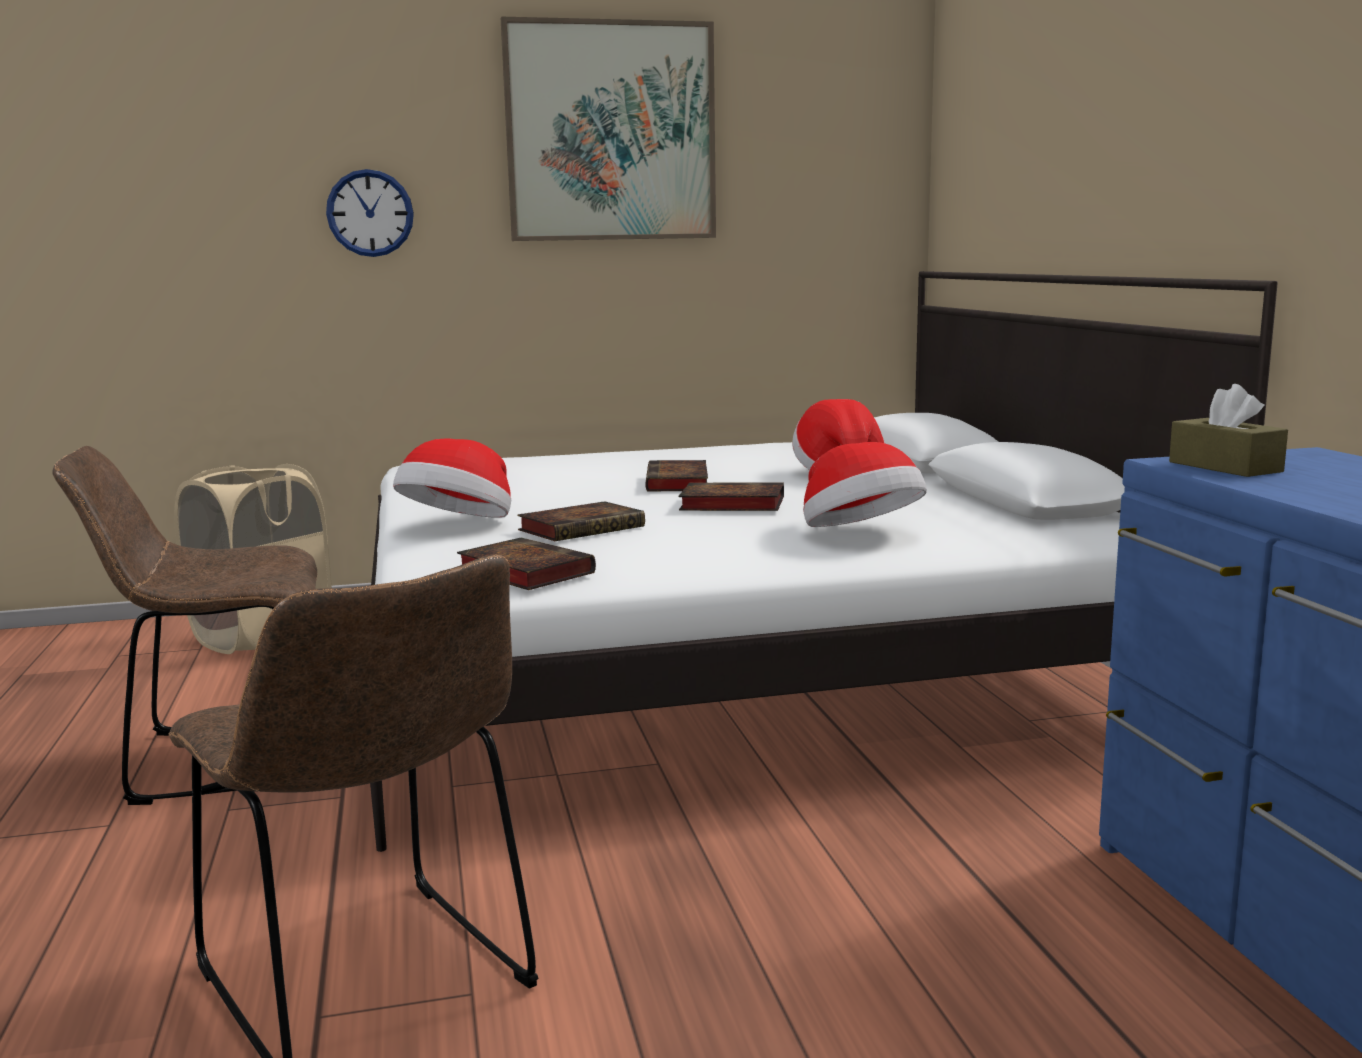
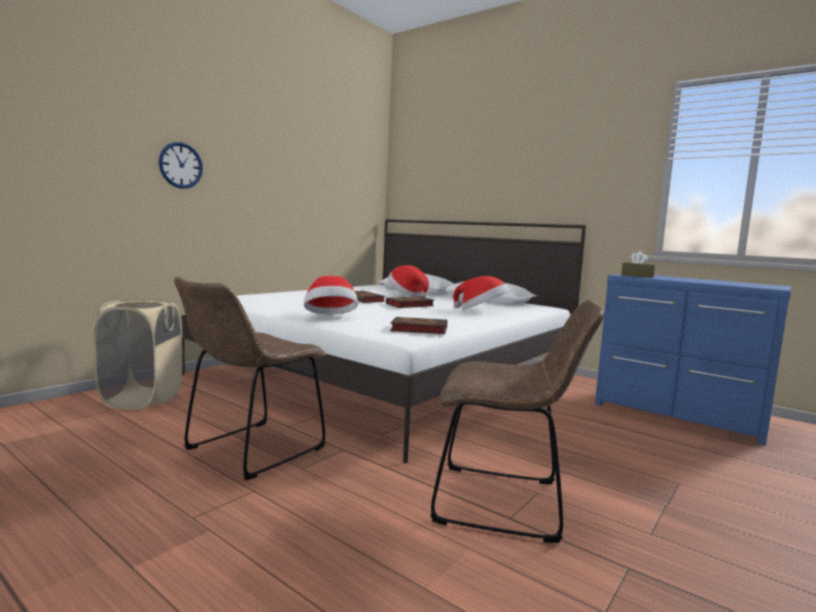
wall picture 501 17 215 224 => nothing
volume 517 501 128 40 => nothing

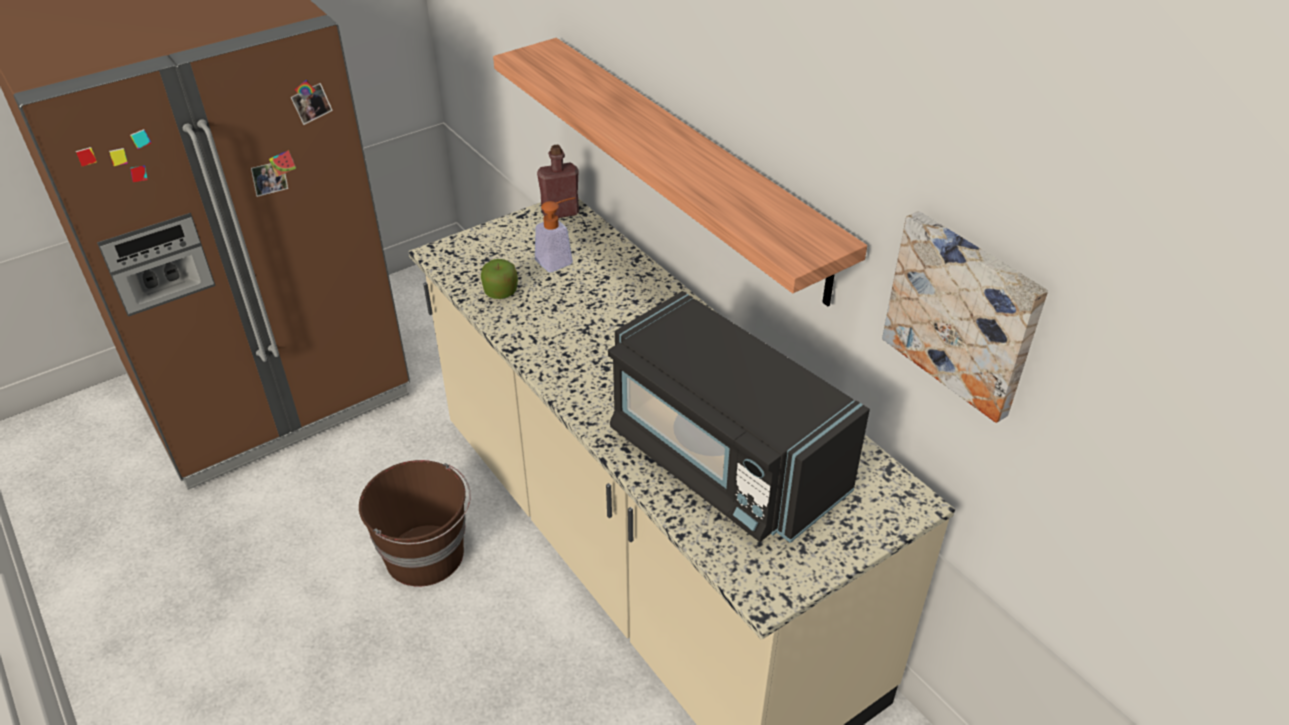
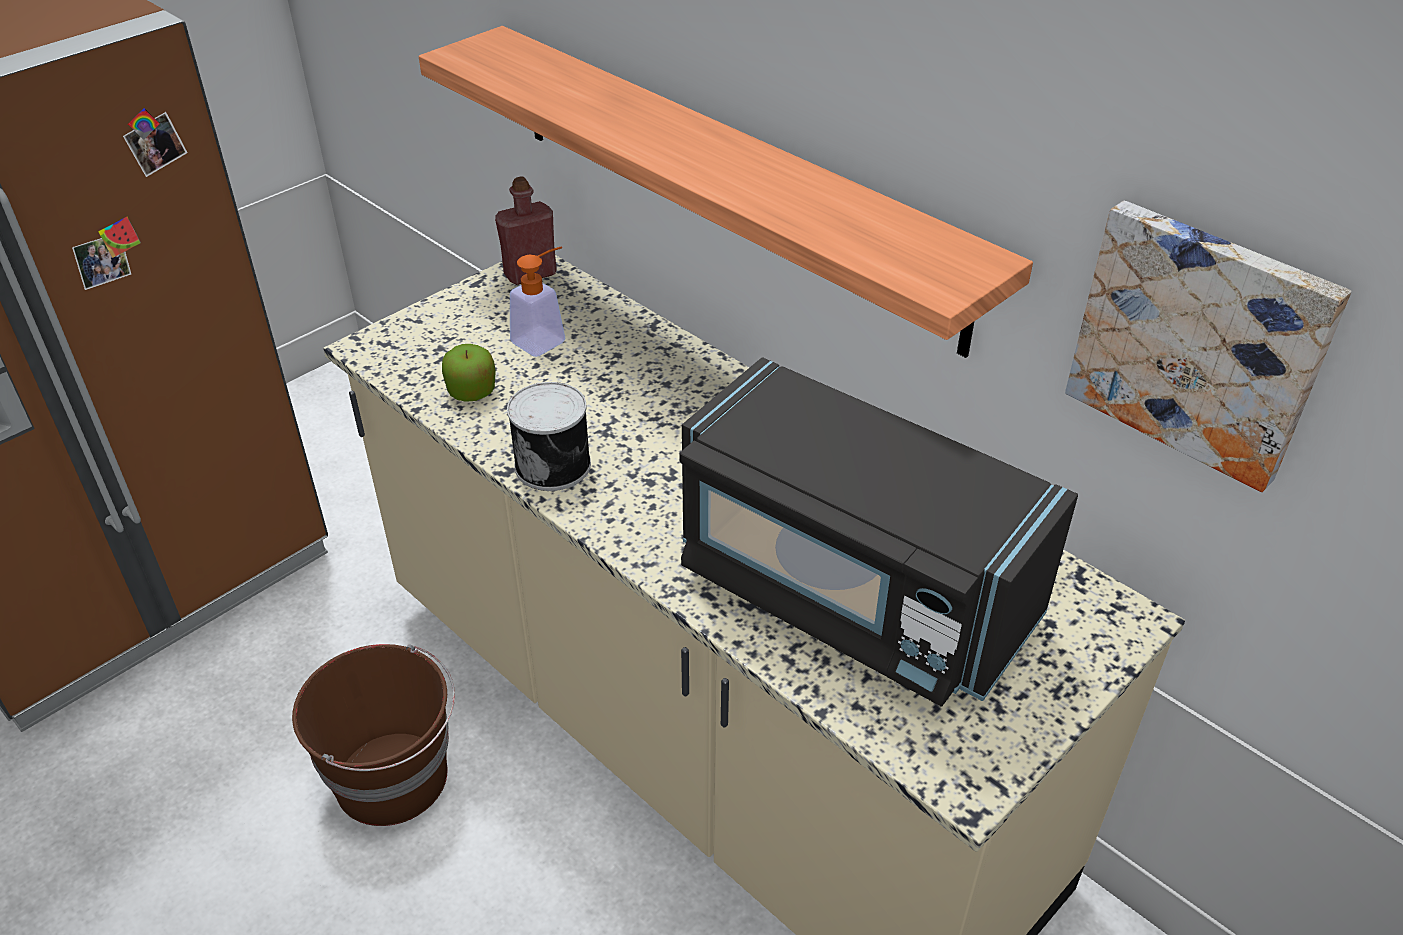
nothing => metal can 507 382 84 109

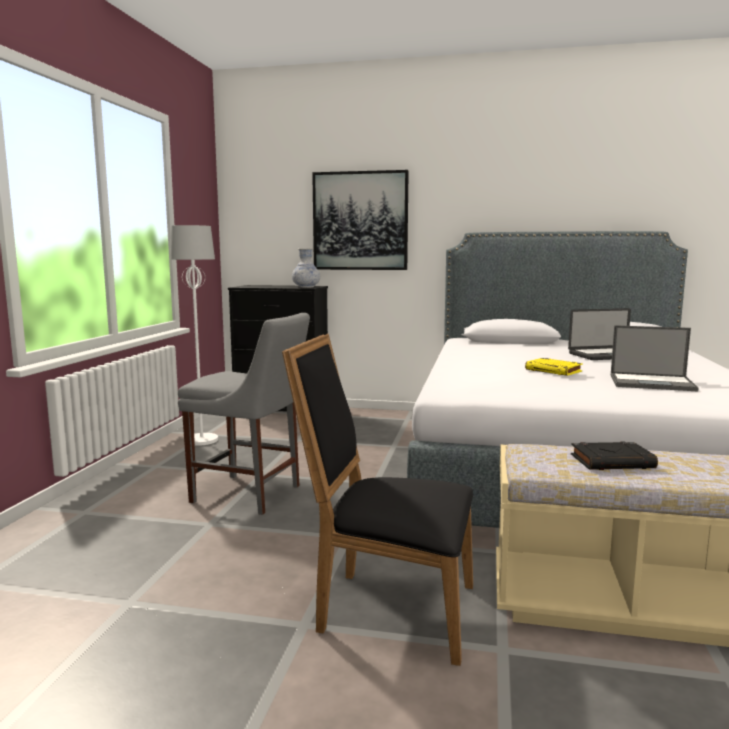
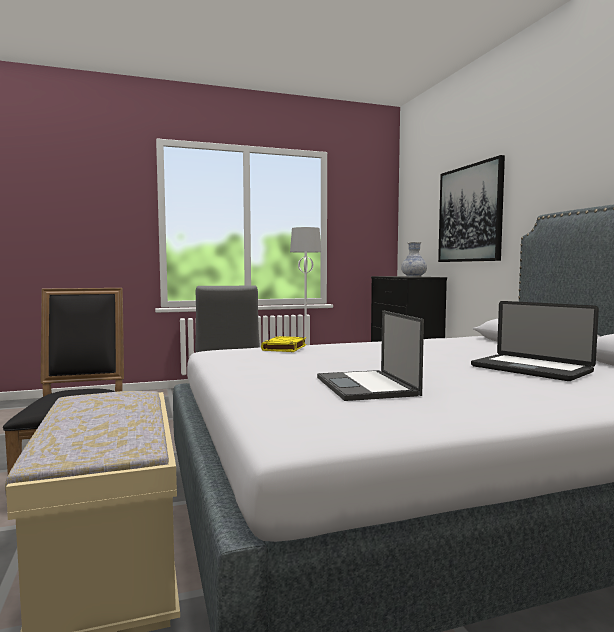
volume in yellow-coloured 525 358 58 18 => volume in yellow-coloured 261 336 45 16, shifted
volume in black 571 441 87 29 => nothing

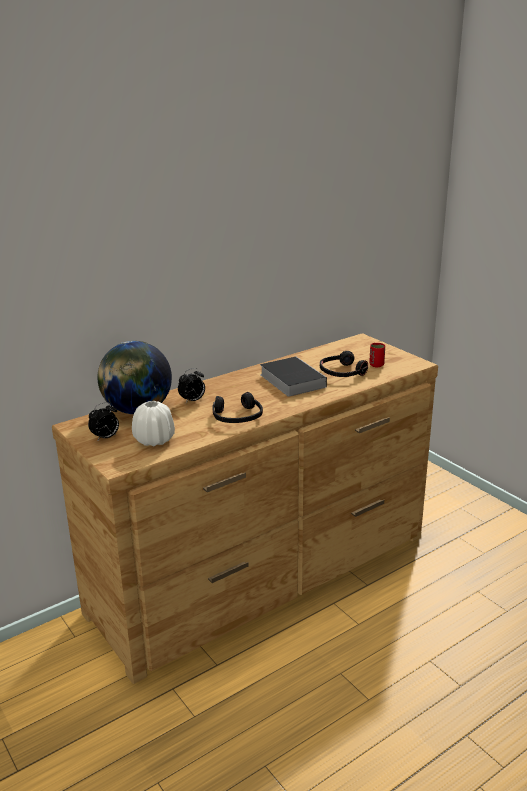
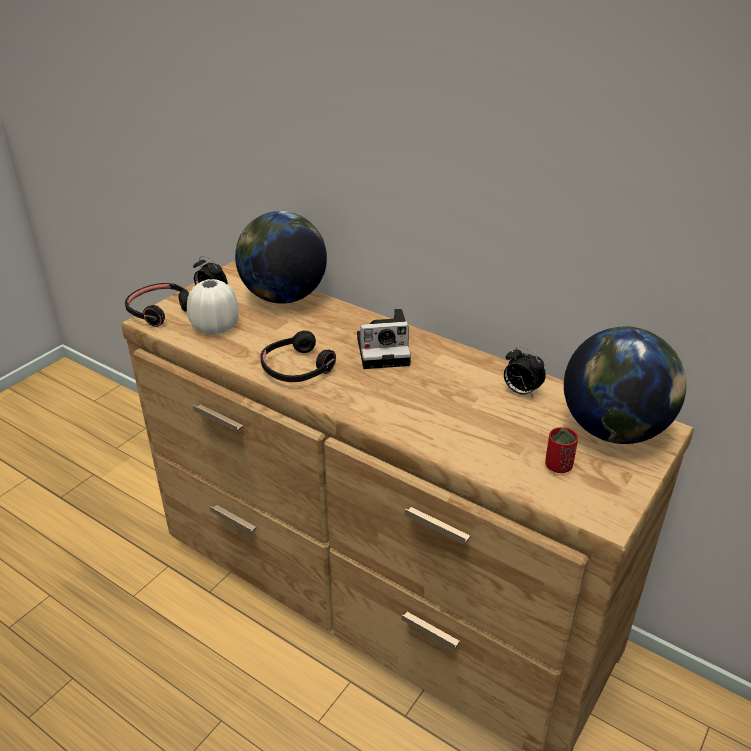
headset in black 320 351 48 26 => headset in black 125 283 64 44, shifted
nothing => still camera 357 309 54 60
alarm clock 178 368 27 35 => alarm clock 504 346 42 52, shifted
nothing => desk globe 564 326 122 118
volume 260 357 67 40 => nothing

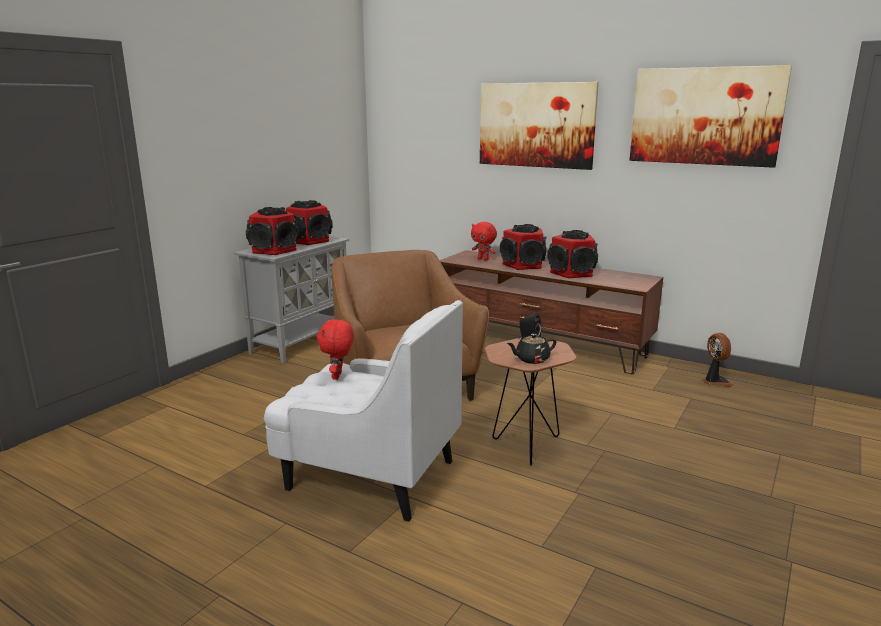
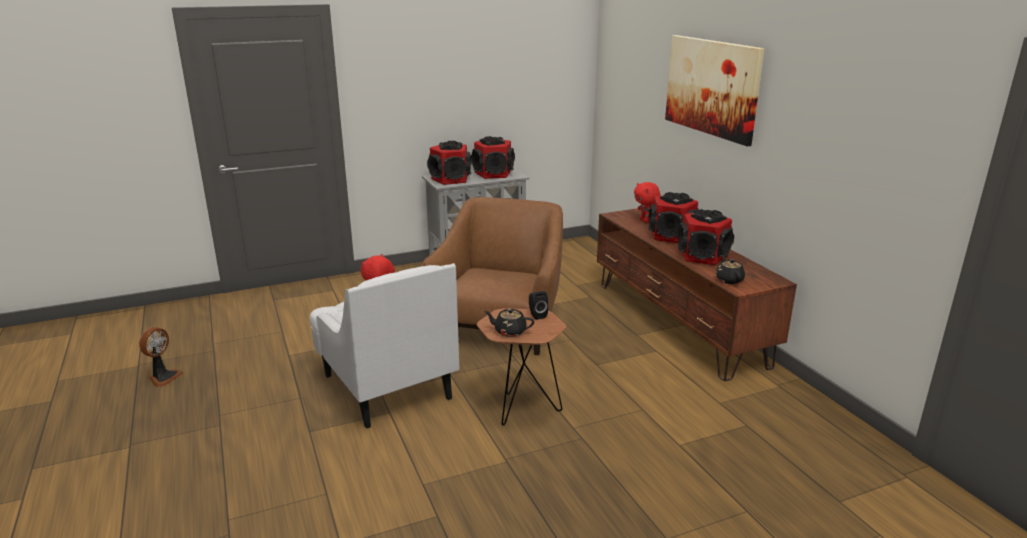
fan 701 333 33 54 => fan 139 327 44 60, shifted
nothing => tea pot in black 716 255 29 29
wall picture 629 65 163 103 => nothing

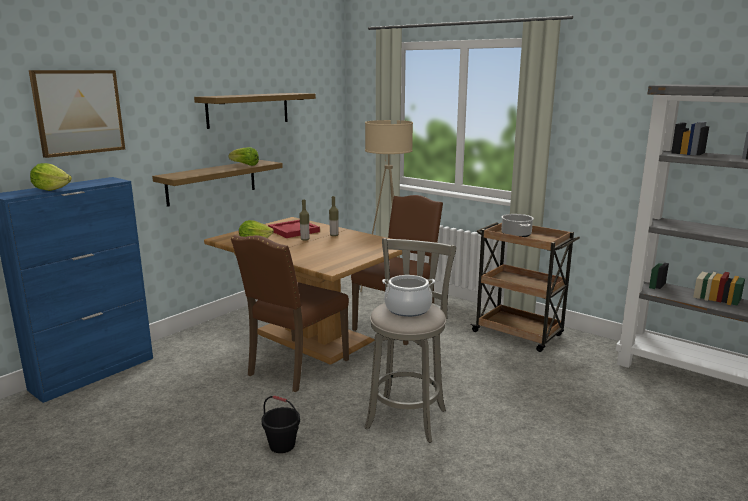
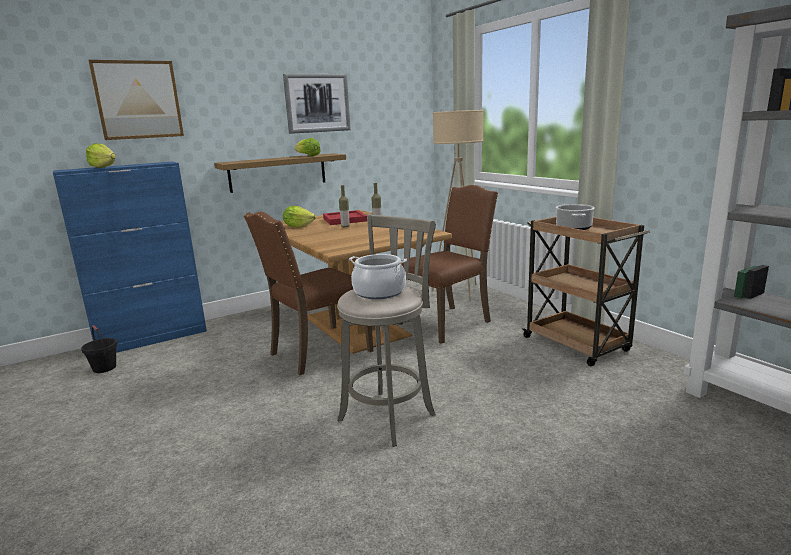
pail in black 262 395 38 58 => pail in black 81 325 36 48, shifted
wall shelf 194 93 122 36 => wall picture 283 74 68 60

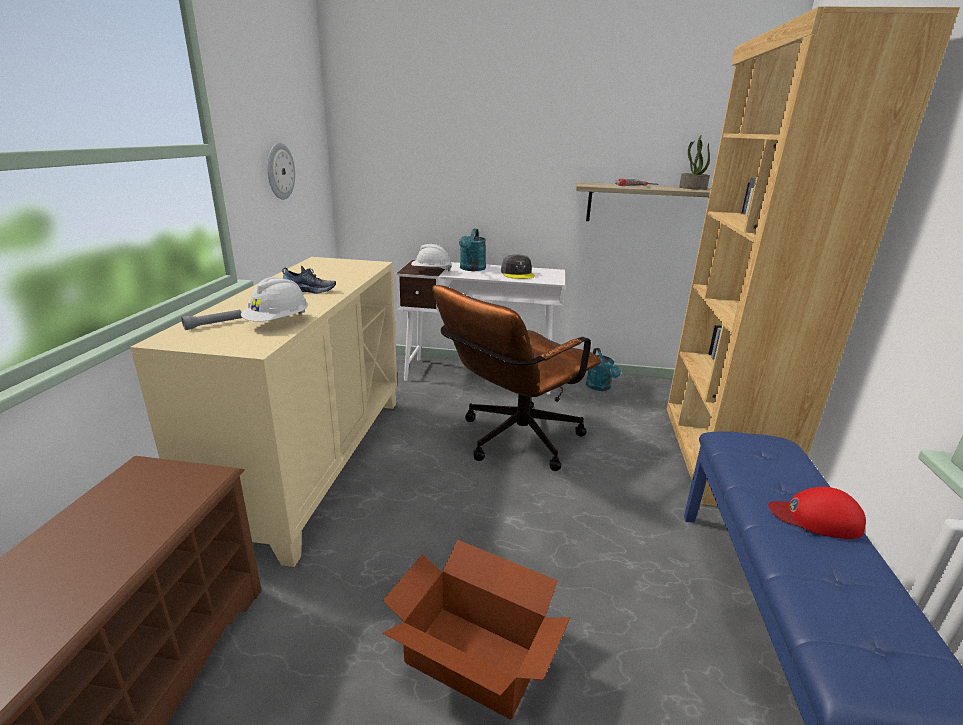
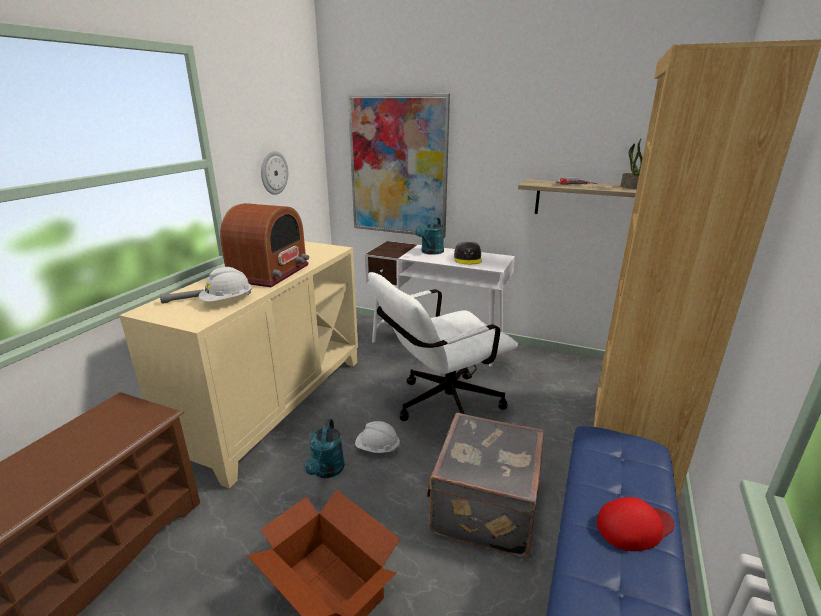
low shoe 282 265 54 29 => radio receiver 220 203 89 84
sprinkling can in blue-green 586 348 35 43 => sprinkling can in blue-green 304 419 41 59, shifted
nothing => wall picture 348 94 102 144
work helmet in white-coloured 411 244 41 27 => work helmet in white-coloured 355 421 46 32, shifted
office chair in brownish 432 285 169 186 => office chair in white-coloured 368 272 150 149
nothing => suitcase in gray 427 413 117 145
cap in reddish 768 487 98 52 => cap in reddish 597 497 77 54, 135 degrees clockwise

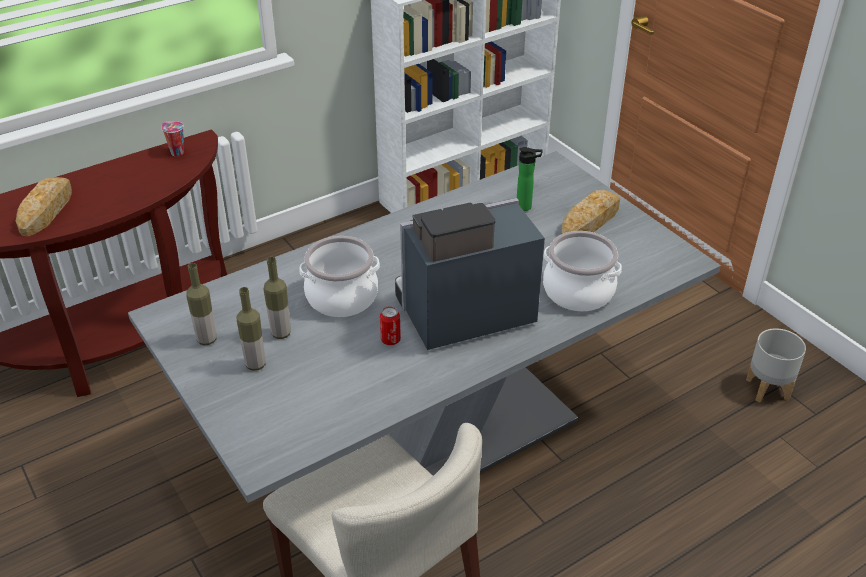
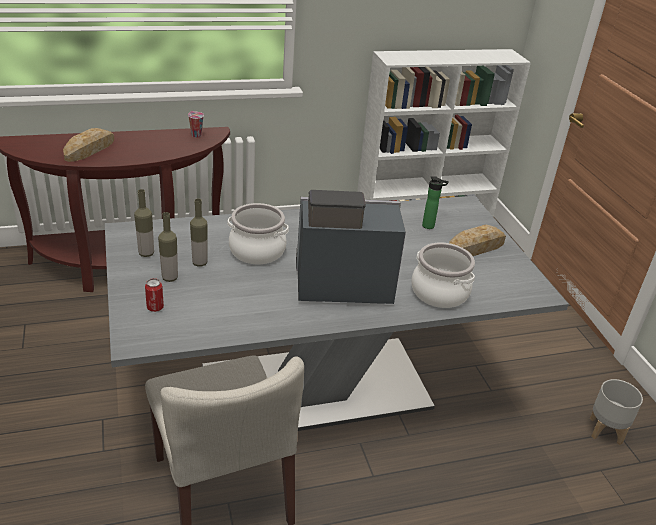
metal can 380 306 21 39 => metal can 145 278 19 34, shifted

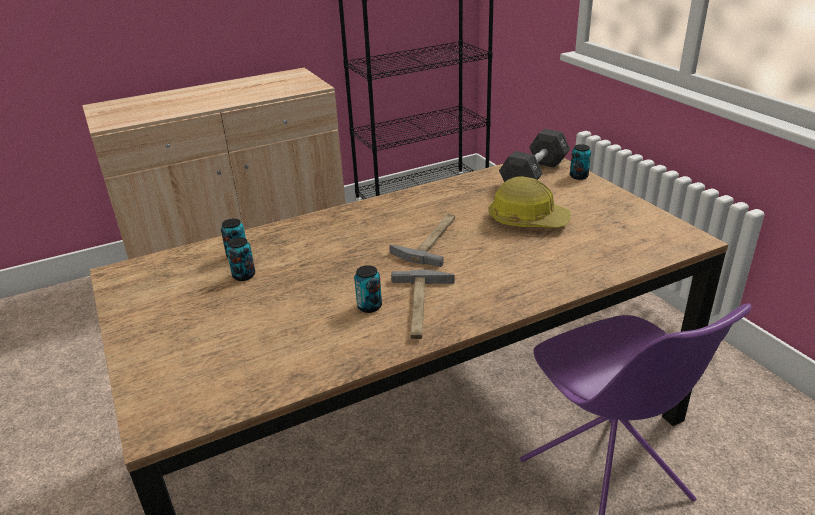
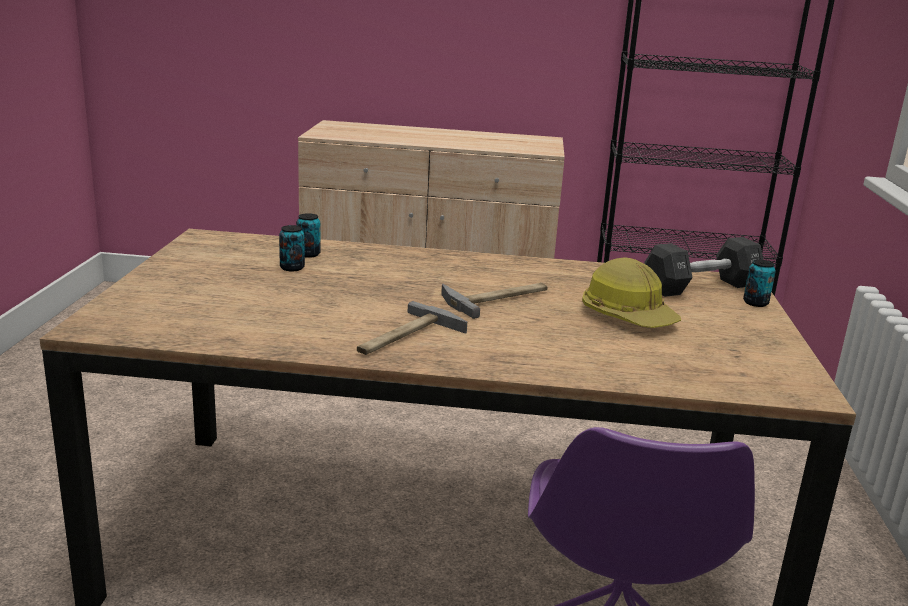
metal can 354 265 28 48 => nothing

